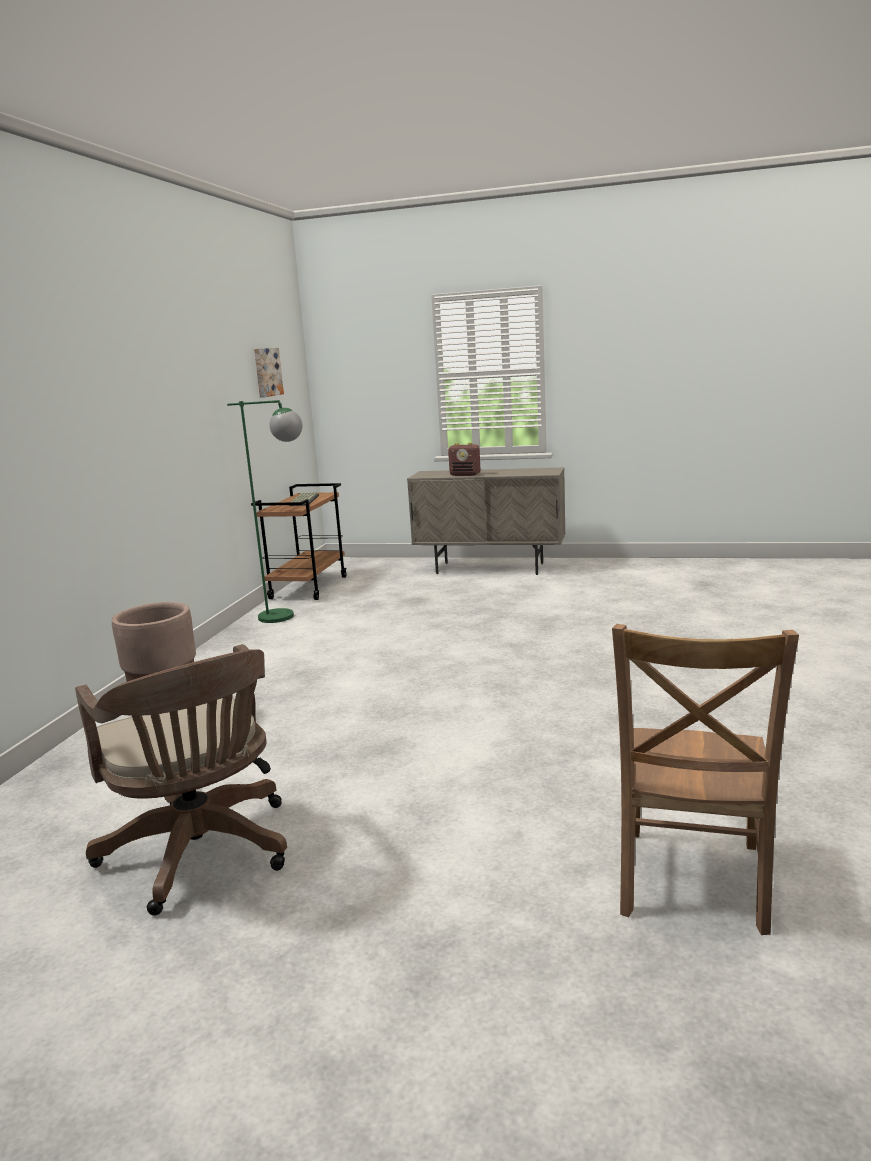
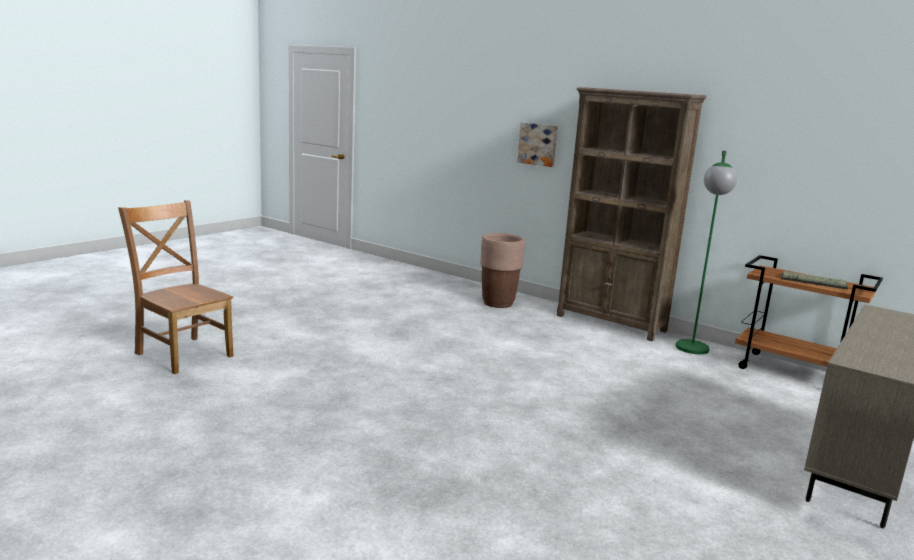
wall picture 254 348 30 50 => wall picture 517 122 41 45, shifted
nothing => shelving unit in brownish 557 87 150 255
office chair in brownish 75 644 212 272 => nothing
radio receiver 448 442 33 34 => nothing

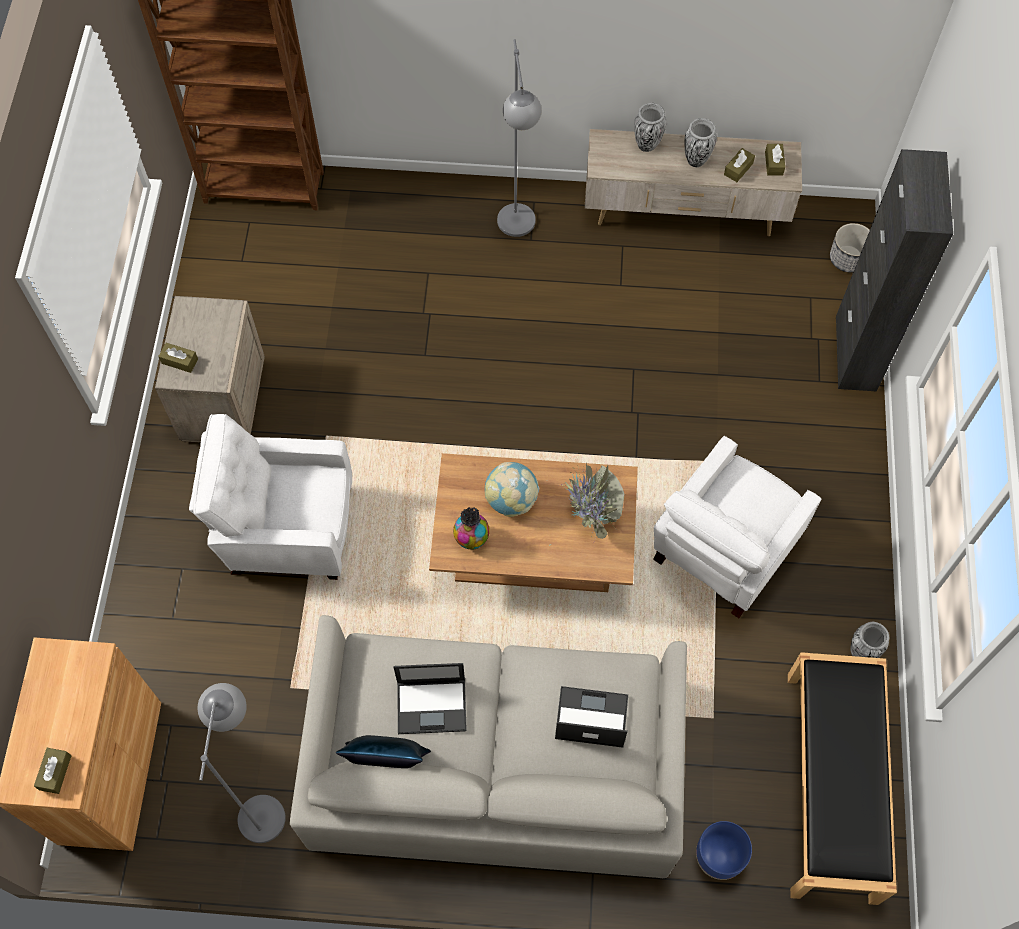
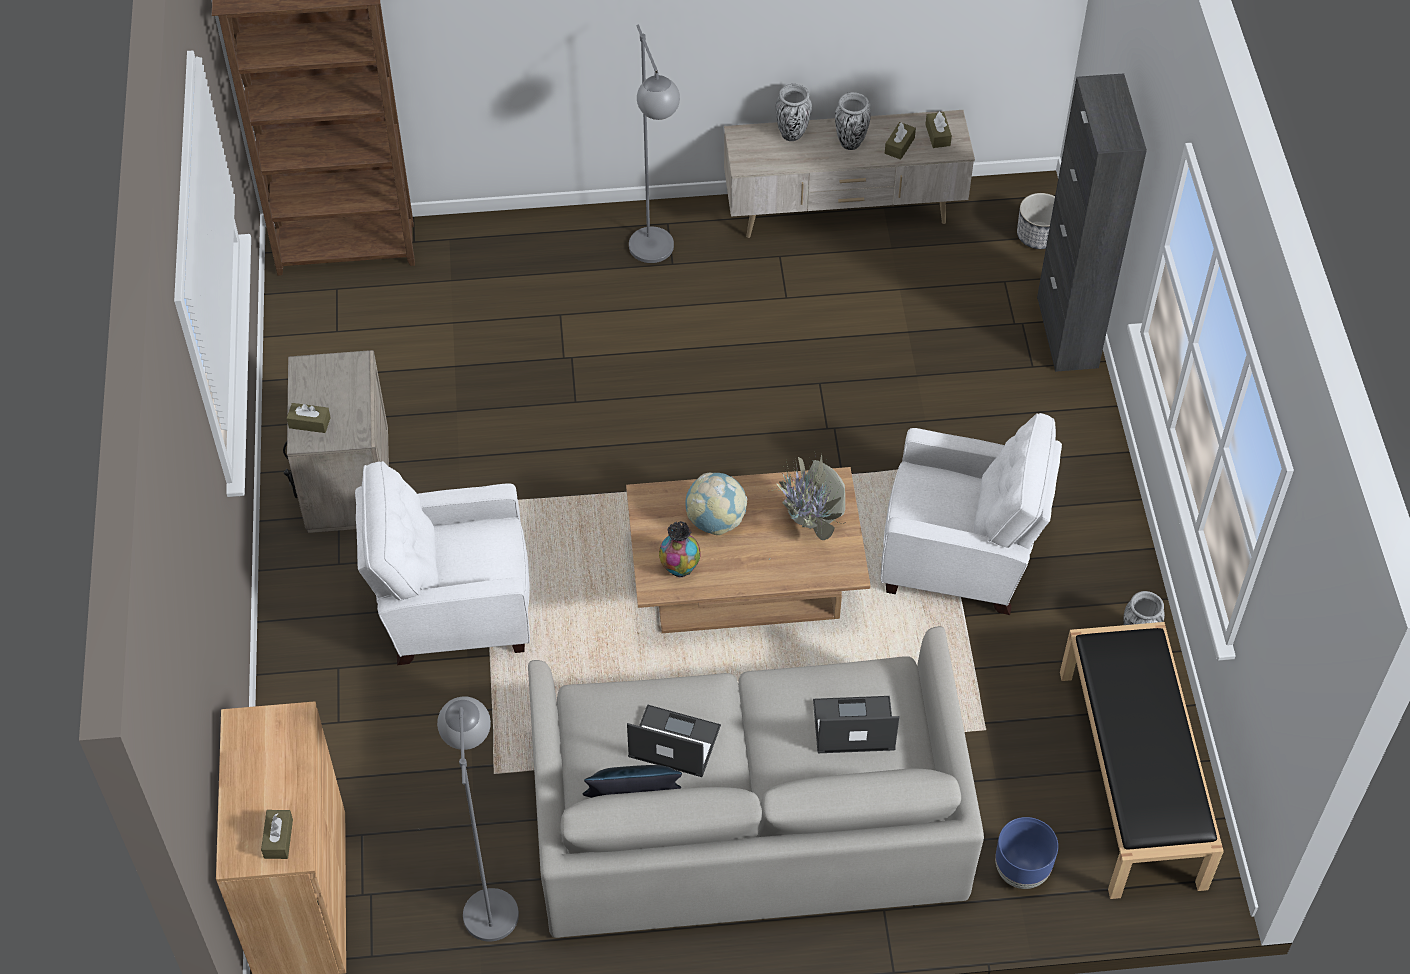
laptop 394 663 73 71 => laptop 627 704 94 73, 150 degrees counterclockwise
lounge chair in white-coloured 653 436 168 182 => lounge chair in white-coloured 881 413 181 202, 105 degrees counterclockwise

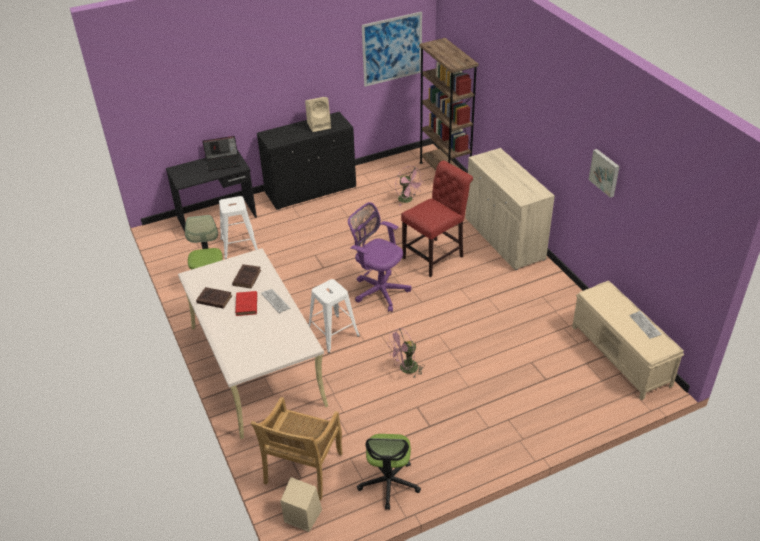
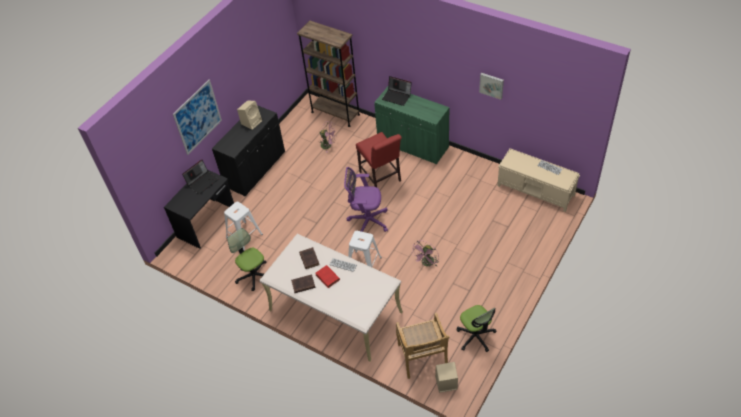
wall picture 362 11 60 76 => wall picture 173 79 49 76, shifted
plain chair in reddish 401 160 72 117 => plain chair in reddish 356 132 46 55, 135 degrees clockwise
cupboard in sand-coloured 466 148 89 122 => cupboard in greenish 374 87 76 77
nothing => laptop 382 76 30 30

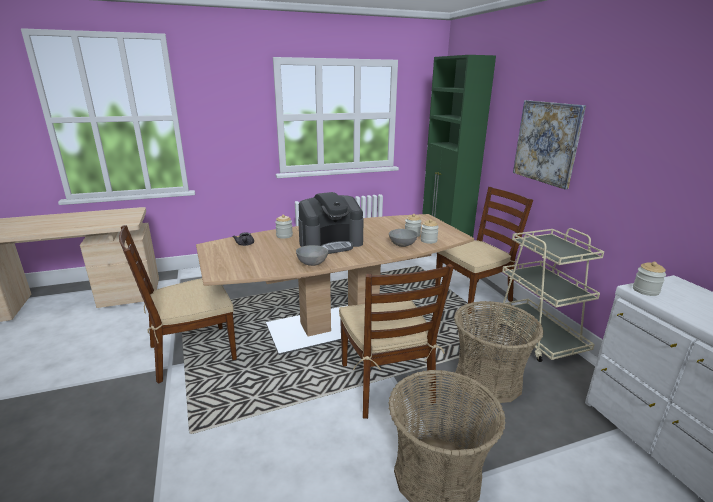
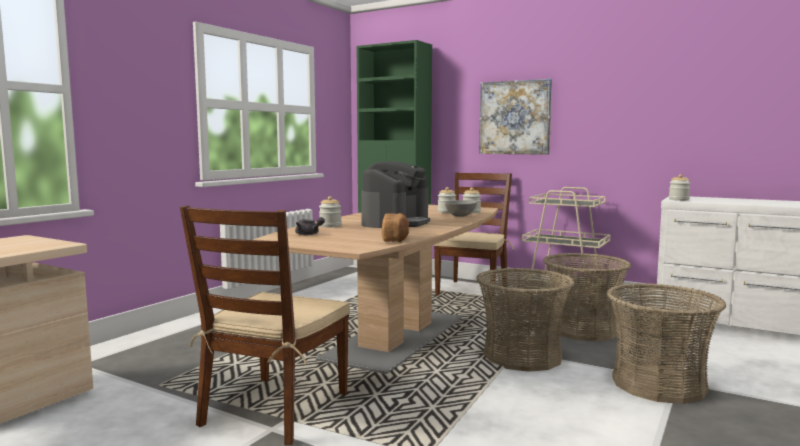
nothing => bread 382 213 27 29
plain chair in brownish 339 264 115 155 => household basket 476 268 99 104
bowl in gray 296 245 32 21 => nothing

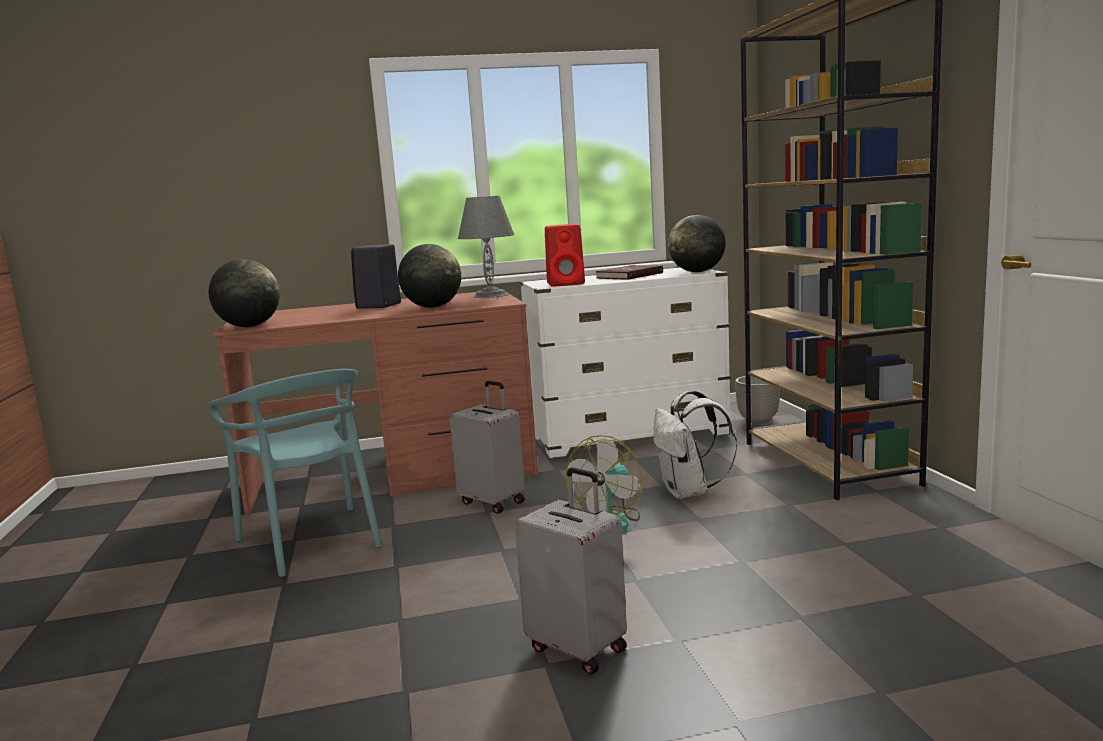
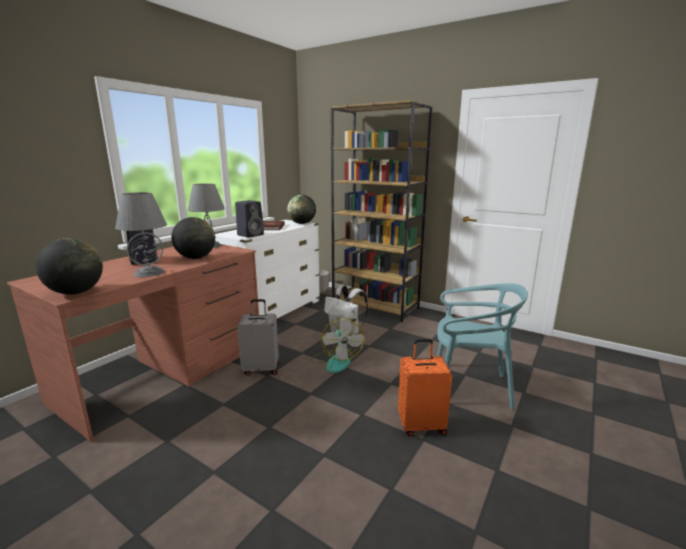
nothing => tabletop lamp in gray 115 192 52 85
audio speaker in reddish 545 224 40 63 => audio speaker in black 235 200 29 38
suitcase in gray 514 467 113 208 => suitcase in orangey 398 339 54 97
plain chair in blue-green 209 369 173 208 => plain chair in blue-green 437 283 91 127, shifted

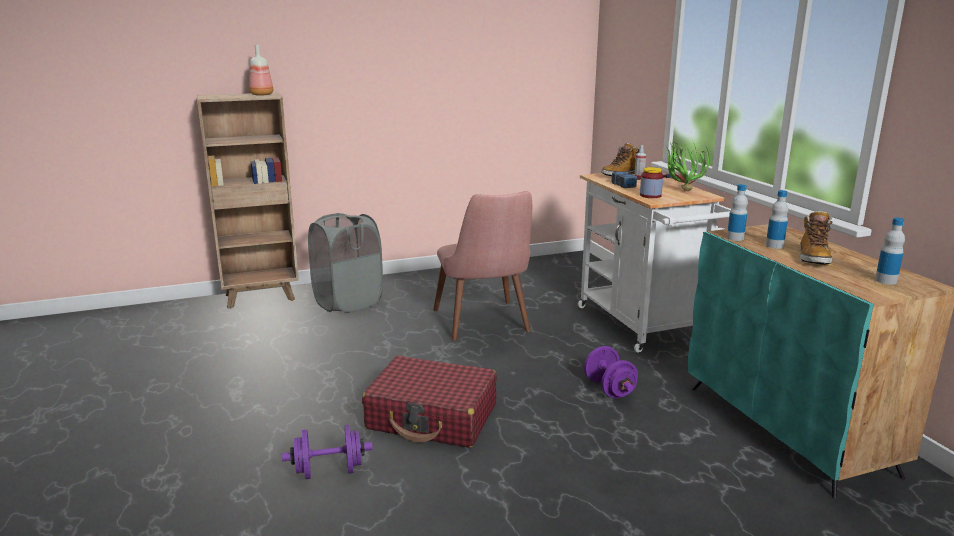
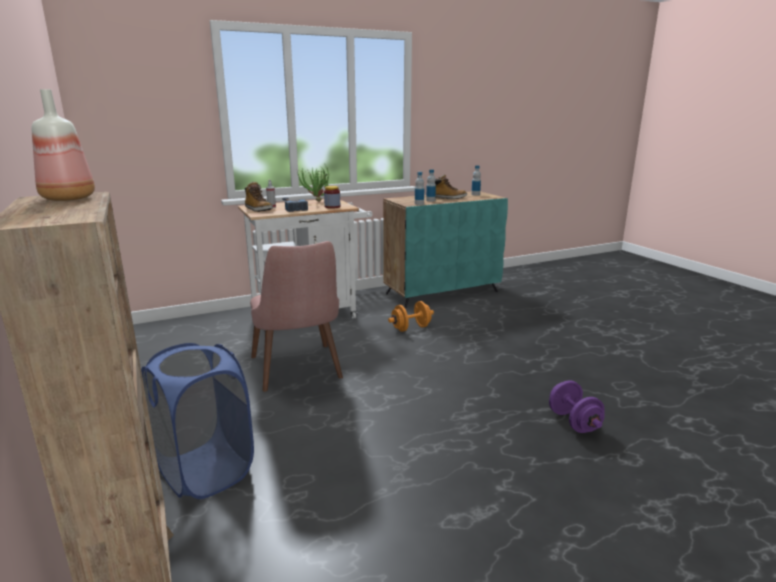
washing basket in gray 308 213 75 100 => washing basket in bluish 141 343 113 156
plain chair in pinkish 433 191 99 150 => plain chair in pinkish 250 241 93 151, 90 degrees clockwise
free weight in purple 584 346 54 52 => free weight in orangey 388 301 46 31
suitcase in reddish 362 356 135 92 => nothing

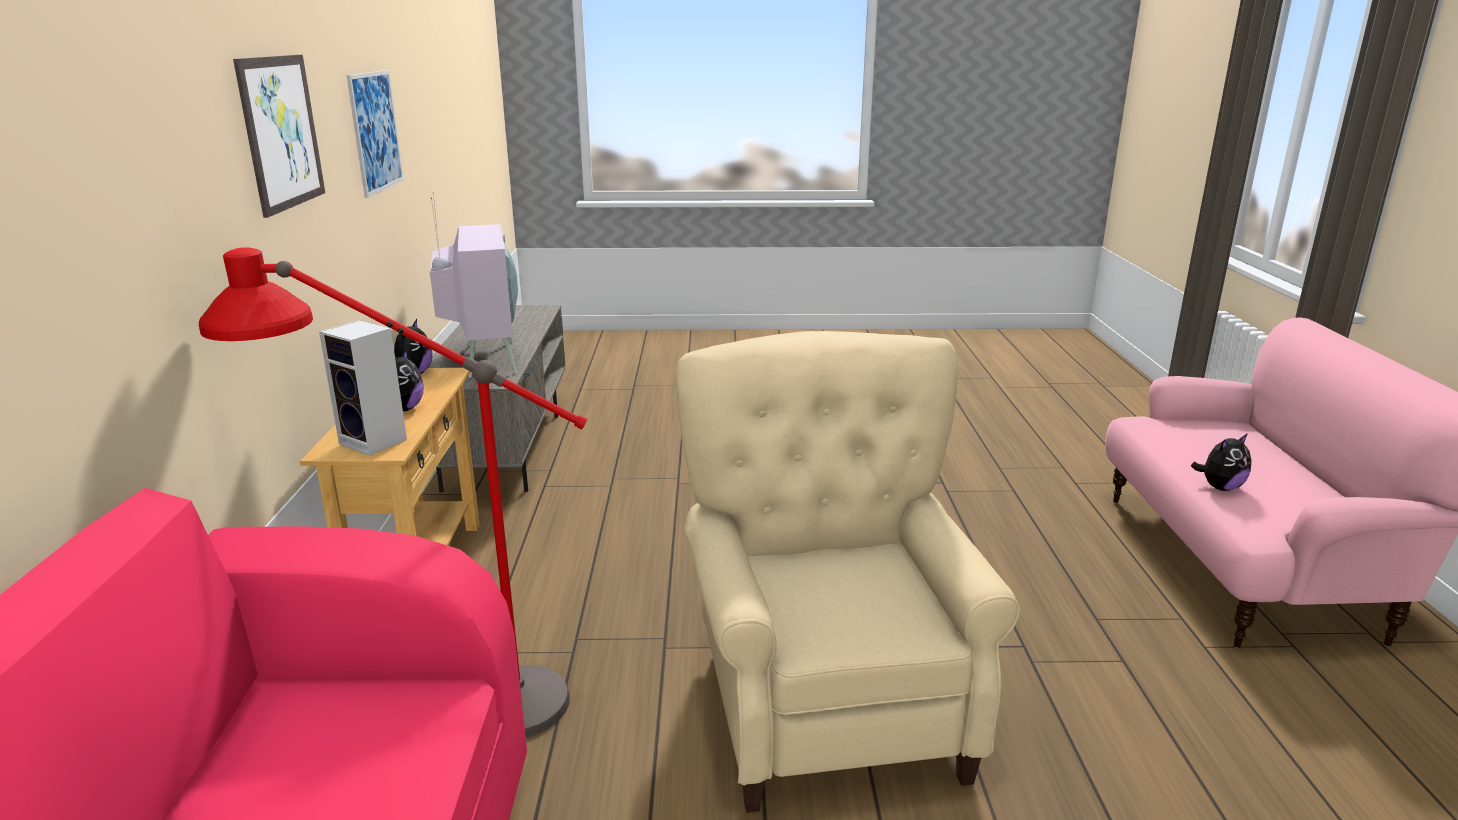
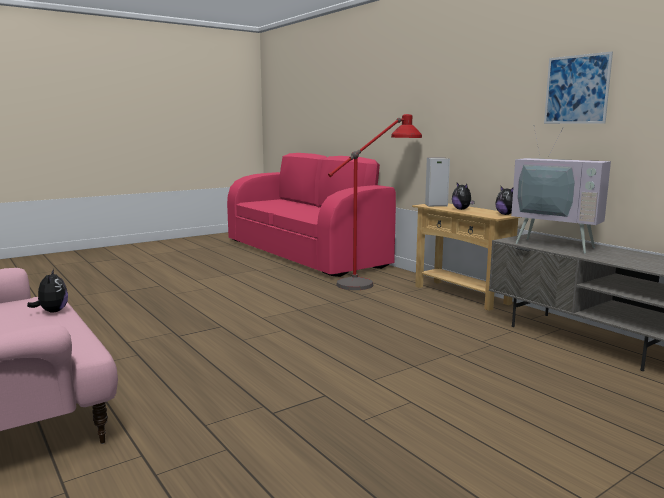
plush toy 1191 433 60 58 => plush toy 27 269 41 44, 135 degrees clockwise
wall picture 233 55 92 163 => nothing
lounge chair in sand-coloured 676 331 344 482 => nothing

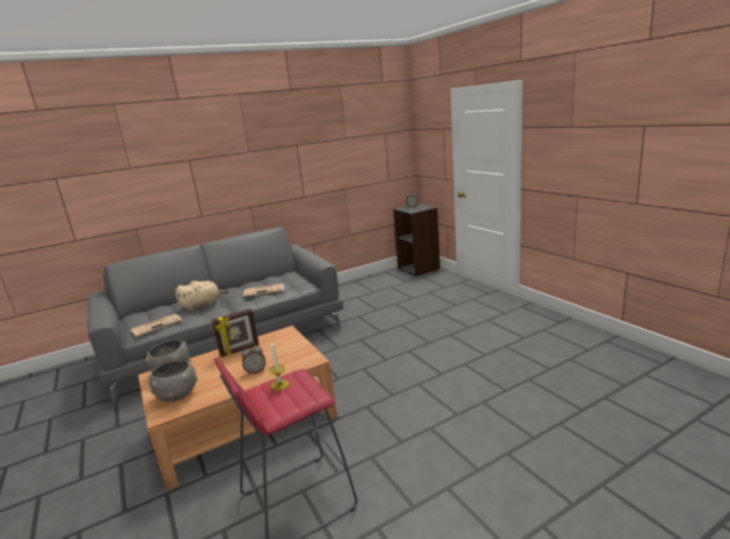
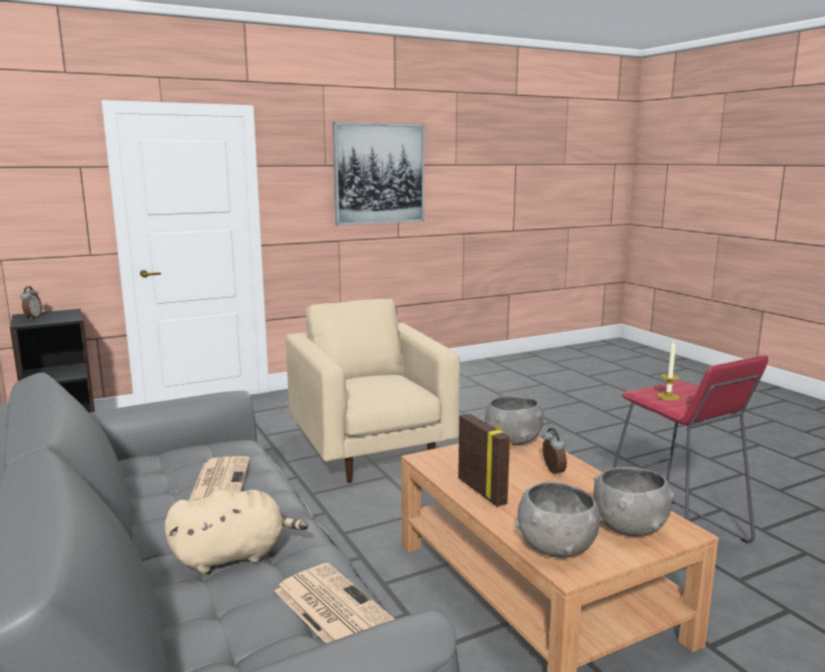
plush toy in sand-coloured 175 281 53 29 => plush toy in sand-coloured 165 490 143 83, 90 degrees clockwise
nothing => lounge chair in sand-coloured 286 299 174 184
nothing => wall picture 333 122 92 103
nothing => bowl in gray 485 396 59 49

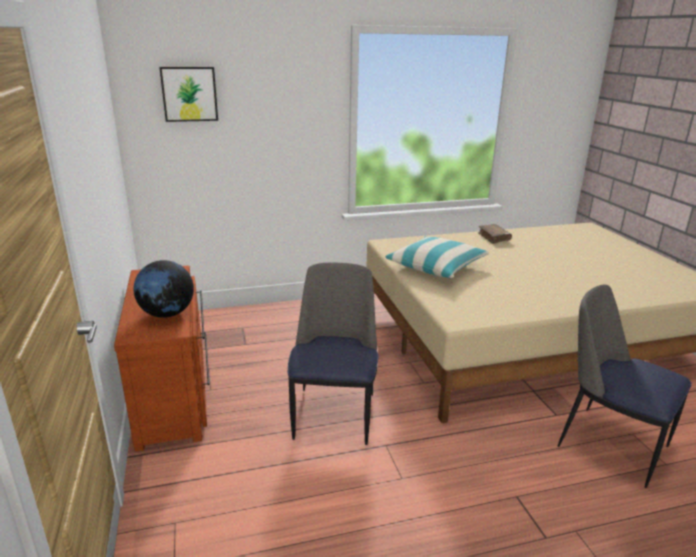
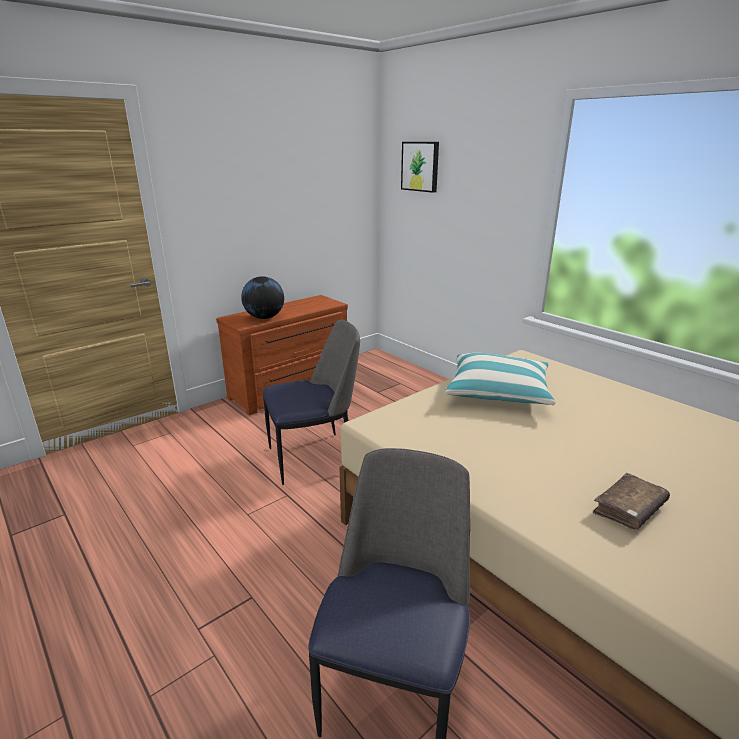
volume in brownish 478 224 34 20 => volume in brownish 593 473 77 57, shifted

